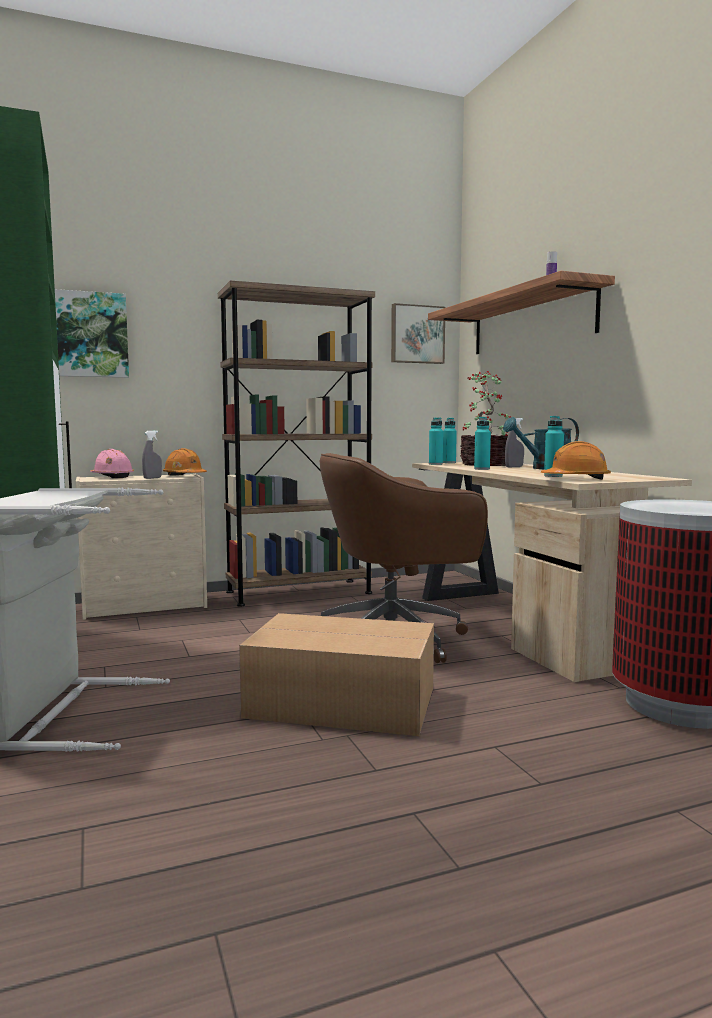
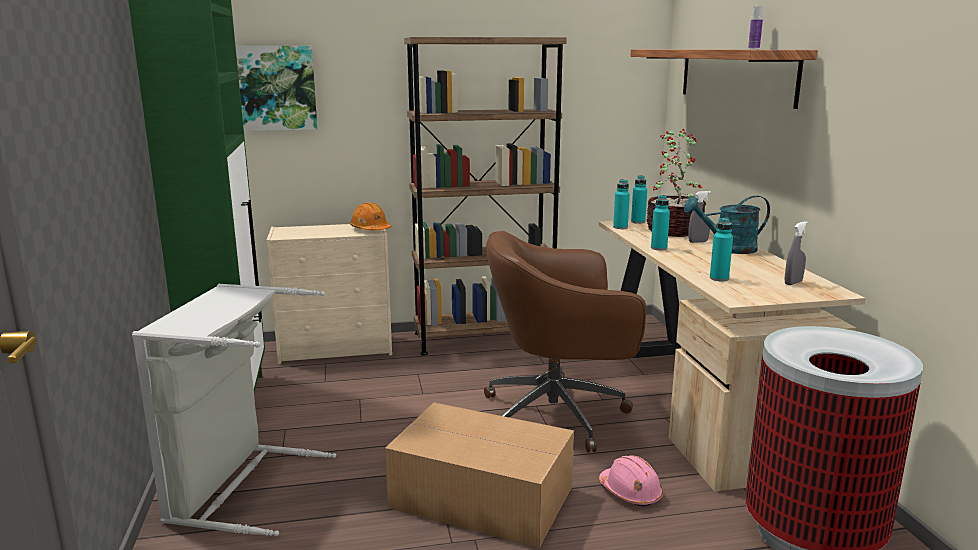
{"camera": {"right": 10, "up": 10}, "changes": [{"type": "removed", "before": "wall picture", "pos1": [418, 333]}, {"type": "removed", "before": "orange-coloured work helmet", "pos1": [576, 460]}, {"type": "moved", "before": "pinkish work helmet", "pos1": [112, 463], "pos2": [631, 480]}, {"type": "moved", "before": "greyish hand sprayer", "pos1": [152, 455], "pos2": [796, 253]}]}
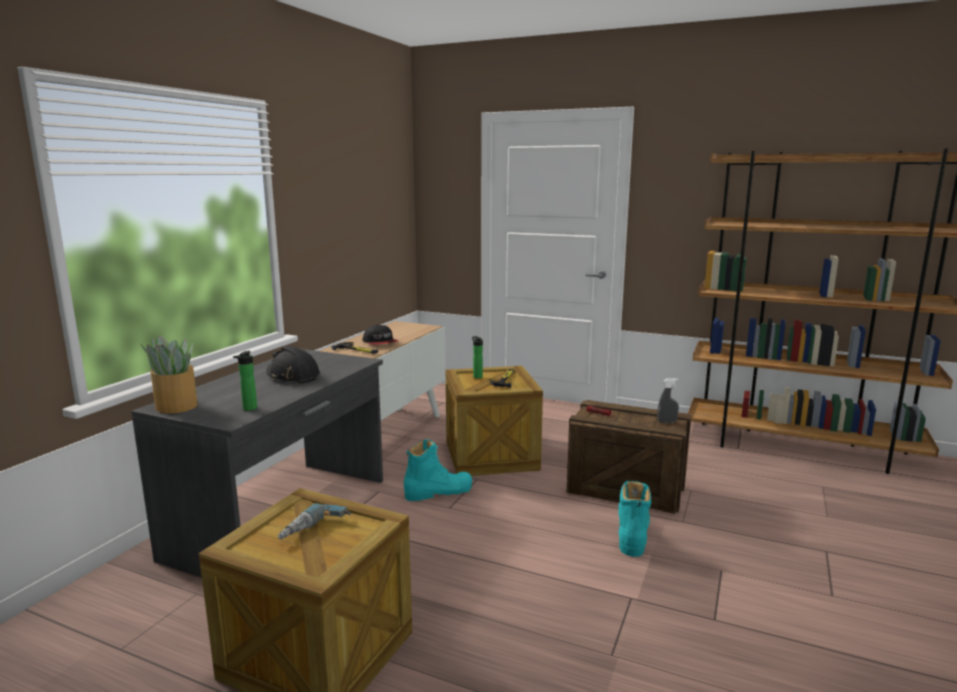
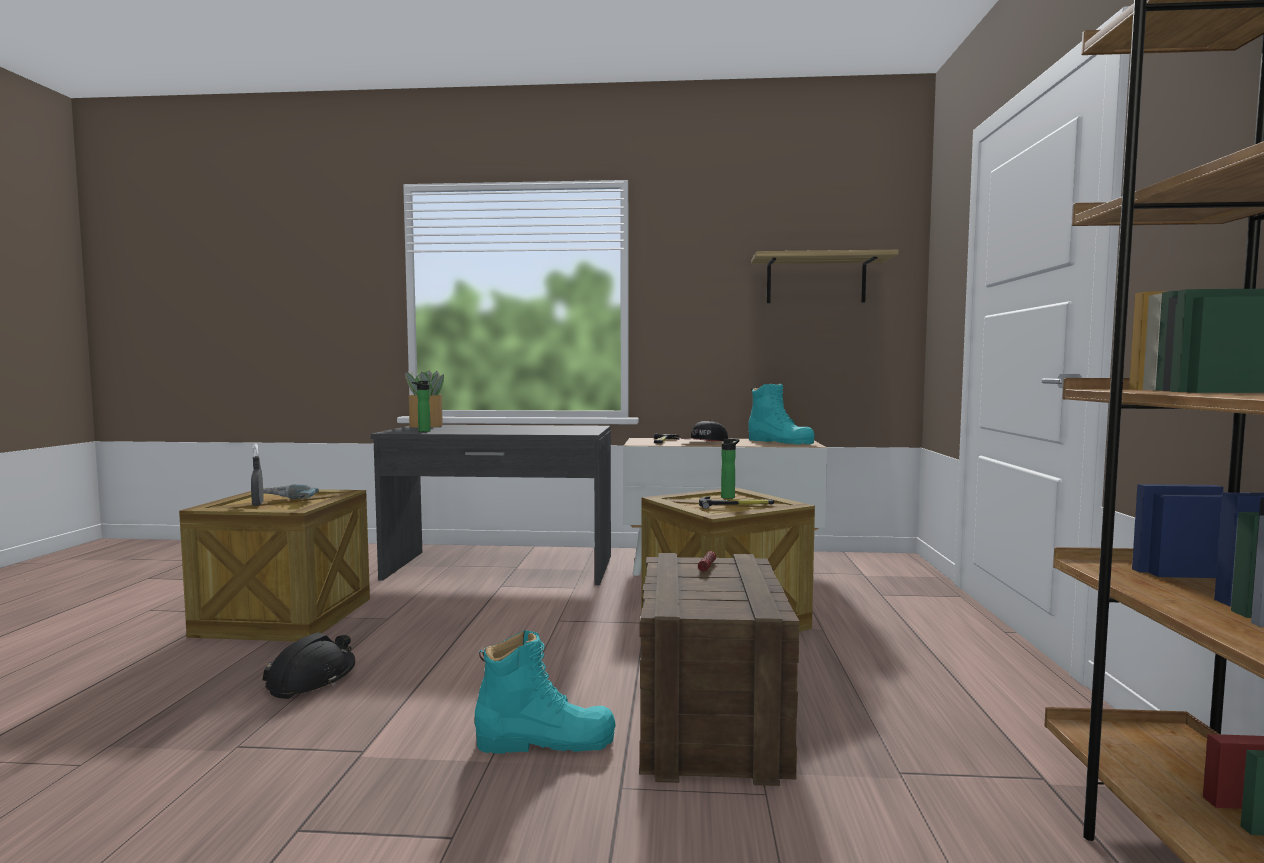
{"camera": {"right": 70, "up": -10}, "changes": [{"type": "added", "after": "wall shelf", "pos2": [825, 276]}, {"type": "moved", "before": "black-coloured work helmet", "pos1": [293, 365], "pos2": [308, 666]}, {"type": "moved", "before": "turquoise-coloured boot", "pos1": [438, 470], "pos2": [781, 414]}, {"type": "moved", "before": "greyish hand sprayer", "pos1": [668, 400], "pos2": [257, 475]}]}
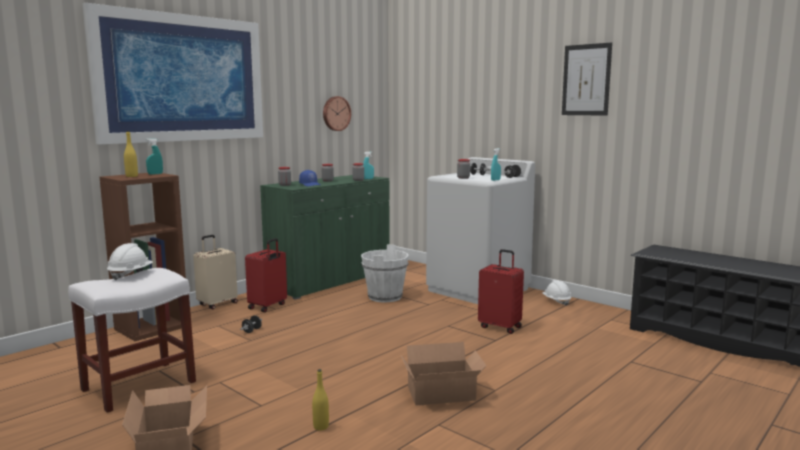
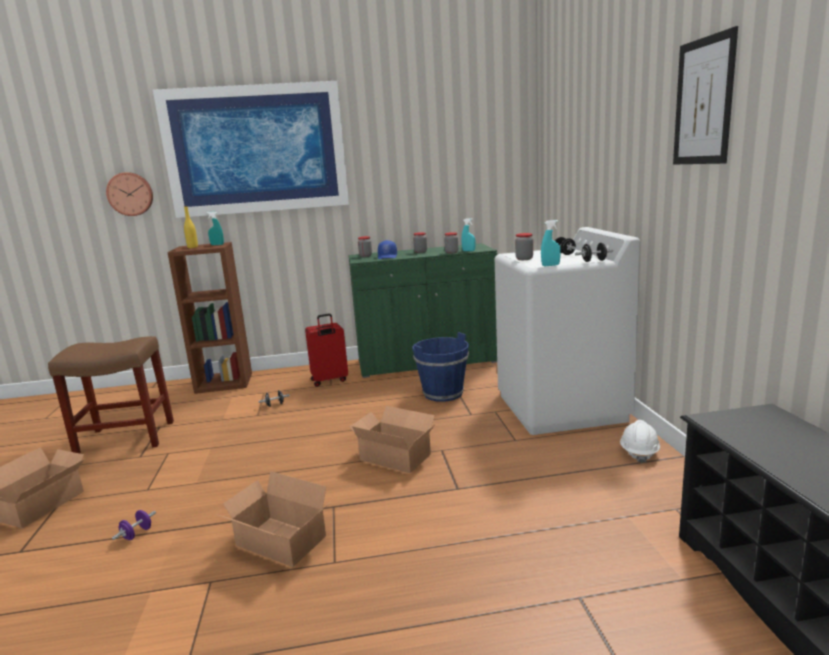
{"camera": {"right": 40, "up": 5}, "changes": [{"type": "removed", "before": "whitish work helmet", "pos1": [130, 261]}, {"type": "removed", "before": "beige piece of luggage", "pos1": [215, 272]}, {"type": "removed", "before": "red-coloured piece of luggage", "pos1": [501, 291]}, {"type": "added", "after": "packing box", "pos2": [392, 439]}, {"type": "moved", "before": "wall clock", "pos1": [337, 113], "pos2": [129, 194]}, {"type": "replaced", "before": "yellow-coloured bottle", "after": "purplish dumbbell", "pos1": [320, 400], "pos2": [134, 525]}, {"type": "recoloured", "before": "whitish sitting stool", "after": "brown-coloured sitting stool", "pos1": [132, 340], "pos2": [111, 395]}, {"type": "recoloured", "before": "whitish bucket", "after": "bluish bucket", "pos1": [385, 273], "pos2": [440, 367]}]}
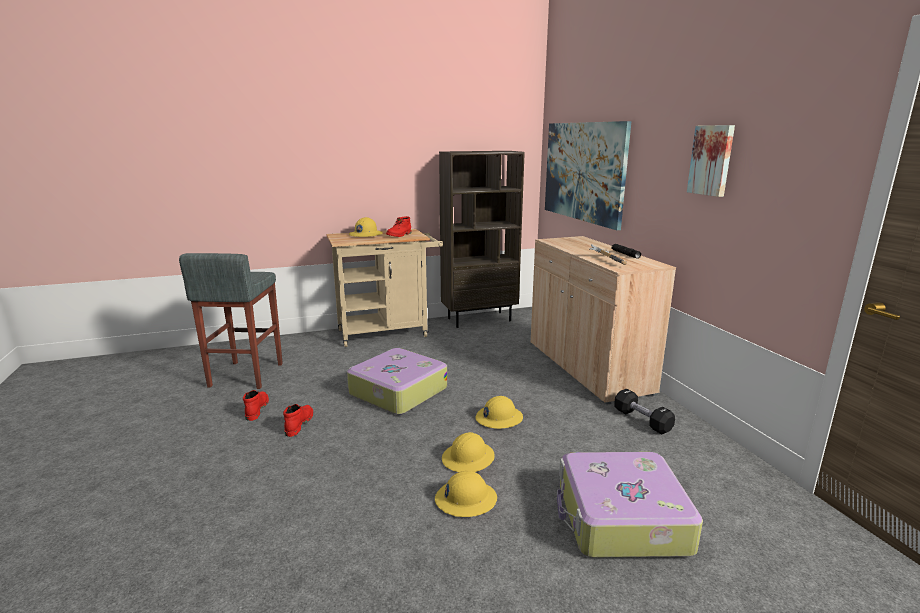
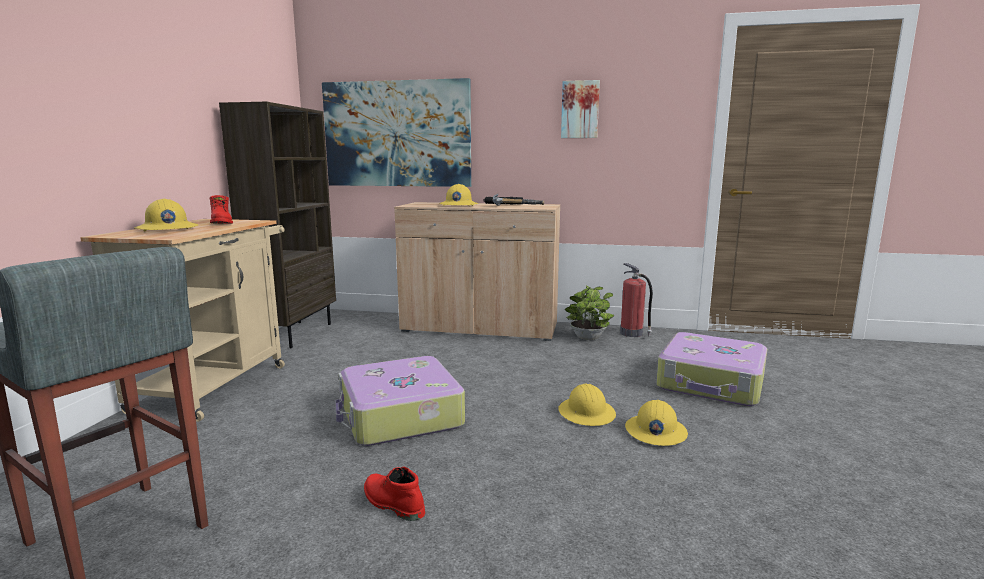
{"camera": {"right": -60, "up": -5}, "changes": [{"type": "removed", "before": "red-coloured boot", "pos1": [256, 405]}, {"type": "added", "after": "extinguisher", "pos2": [636, 300]}, {"type": "moved", "before": "yellow-coloured work helmet", "pos1": [499, 412], "pos2": [459, 195]}, {"type": "replaced", "before": "black-coloured dumbbell", "after": "potted plant", "pos1": [644, 411], "pos2": [589, 313]}]}
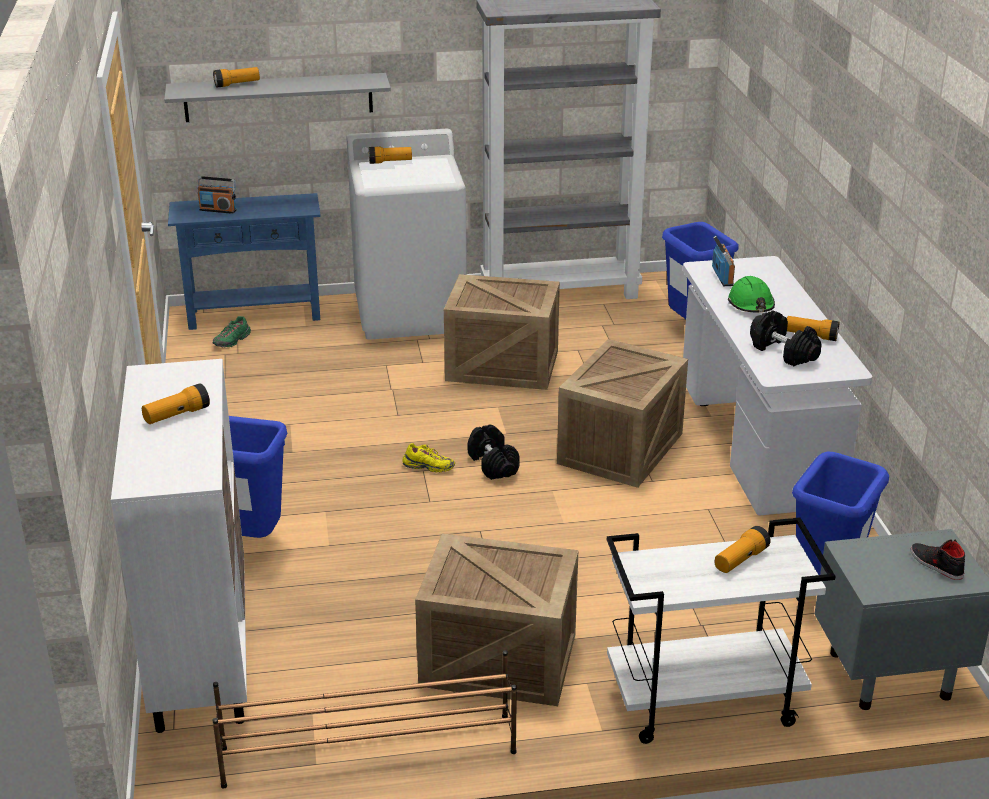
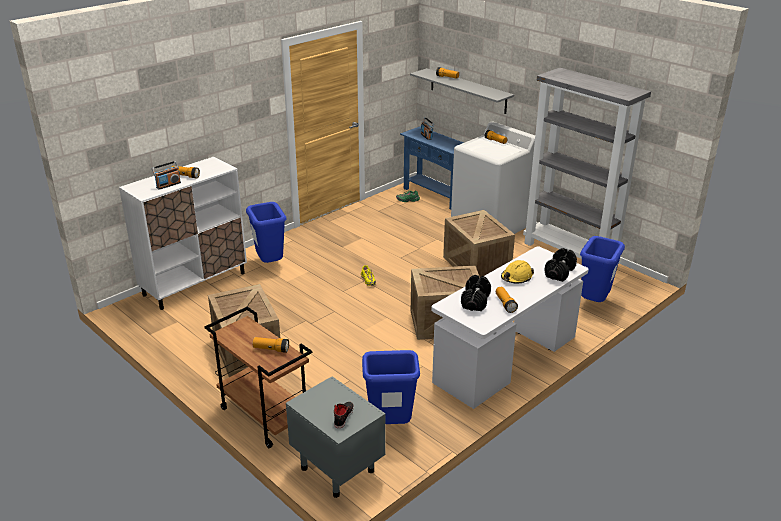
{"camera": {"right": 55, "up": 0}, "changes": [{"type": "removed", "before": "brown-coloured shoe stand", "pos1": [365, 719]}, {"type": "moved", "before": "black-coloured dumbbell", "pos1": [494, 452], "pos2": [560, 265]}, {"type": "moved", "before": "radio set", "pos1": [723, 261], "pos2": [166, 175]}, {"type": "recoloured", "before": "whitish wheeled cart", "after": "brown-coloured wheeled cart", "pos1": [721, 630], "pos2": [258, 377]}, {"type": "recoloured", "before": "greenish work helmet", "after": "yellow-coloured work helmet", "pos1": [751, 294], "pos2": [517, 272]}]}
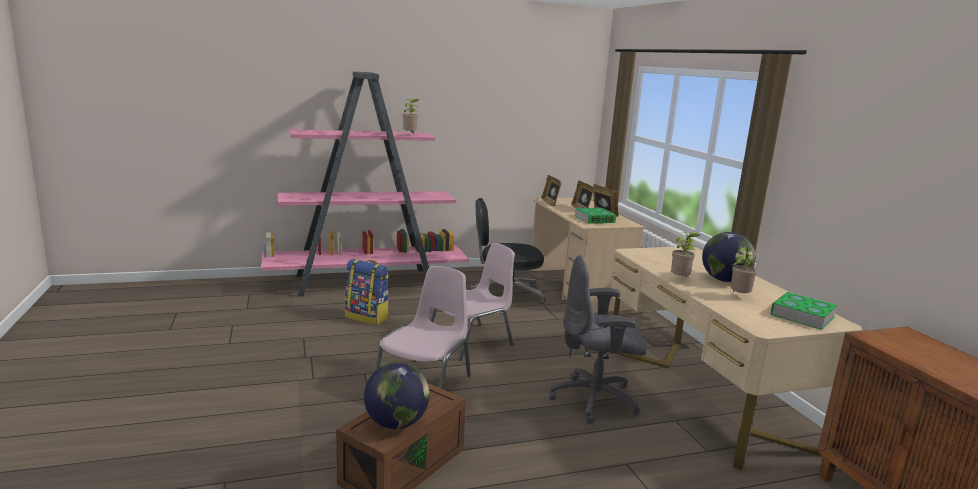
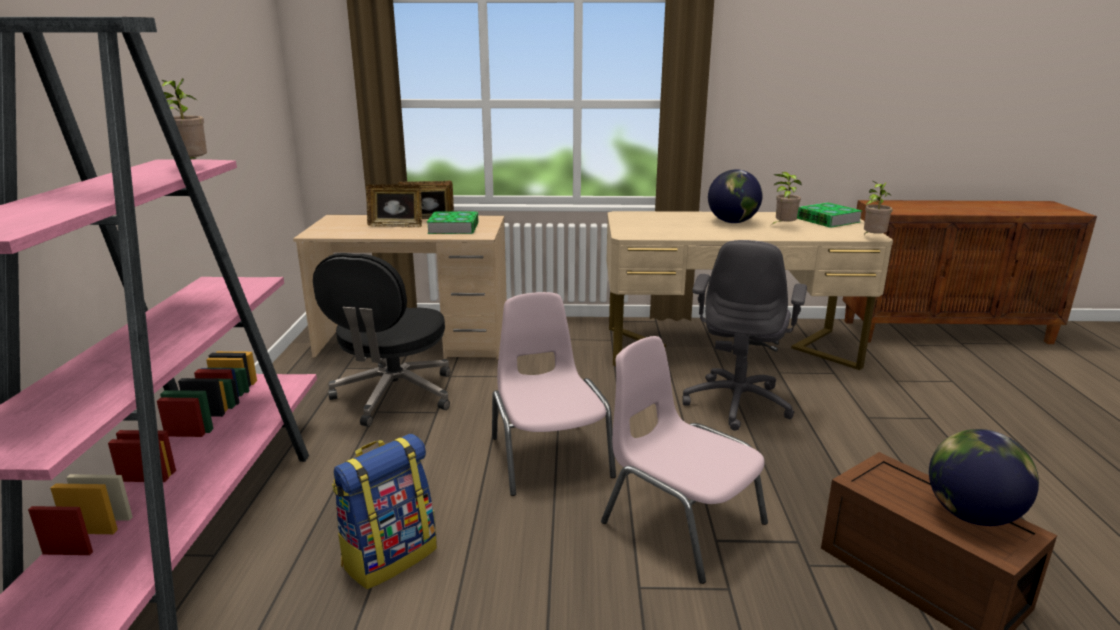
{"camera": {"right": -70, "up": 5}, "changes": [{"type": "removed", "before": "photo frame", "pos1": [551, 190]}, {"type": "moved", "before": "potted plant", "pos1": [685, 254], "pos2": [878, 208]}]}
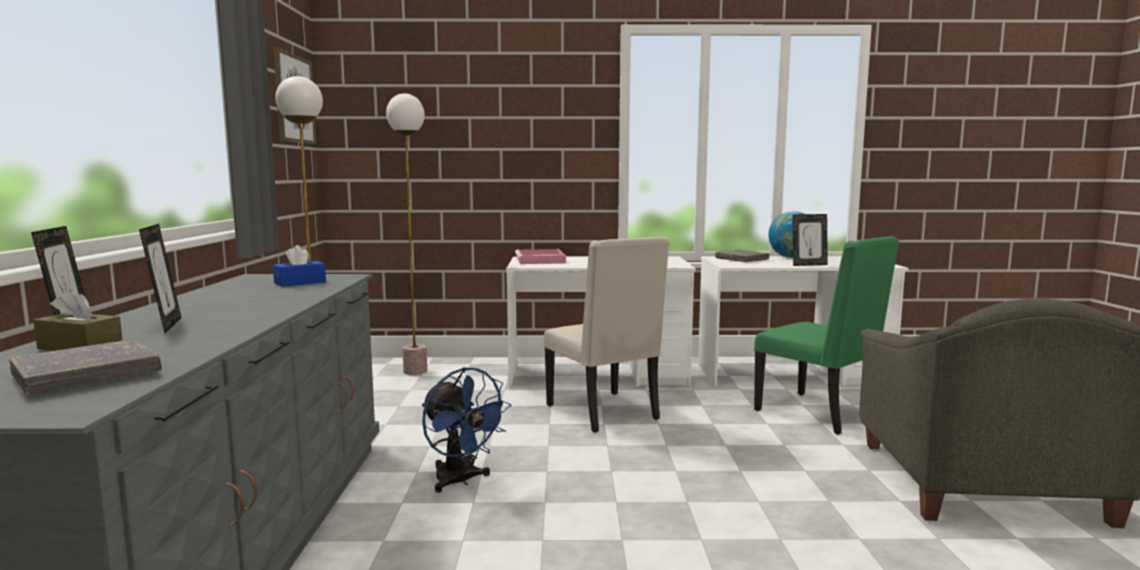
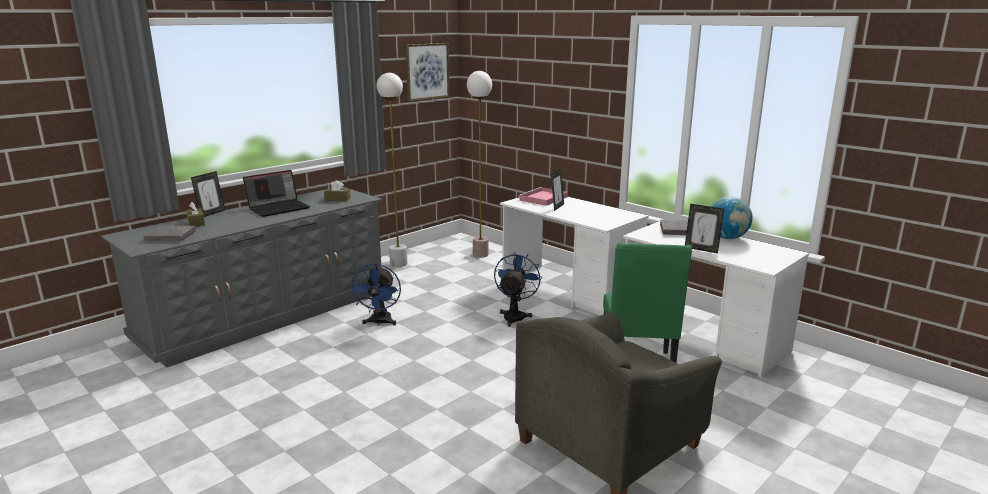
{"camera": {"right": 45, "up": 10}, "changes": [{"type": "added", "after": "portable computer", "pos2": [276, 193]}, {"type": "moved", "before": "photo frame", "pos1": [160, 278], "pos2": [557, 190]}, {"type": "replaced", "before": "beige plain chair", "after": "bluish electric fan", "pos1": [606, 335], "pos2": [518, 289]}, {"type": "recoloured", "before": "bluish tissue holder", "after": "brown-coloured tissue holder", "pos1": [299, 266], "pos2": [337, 190]}]}
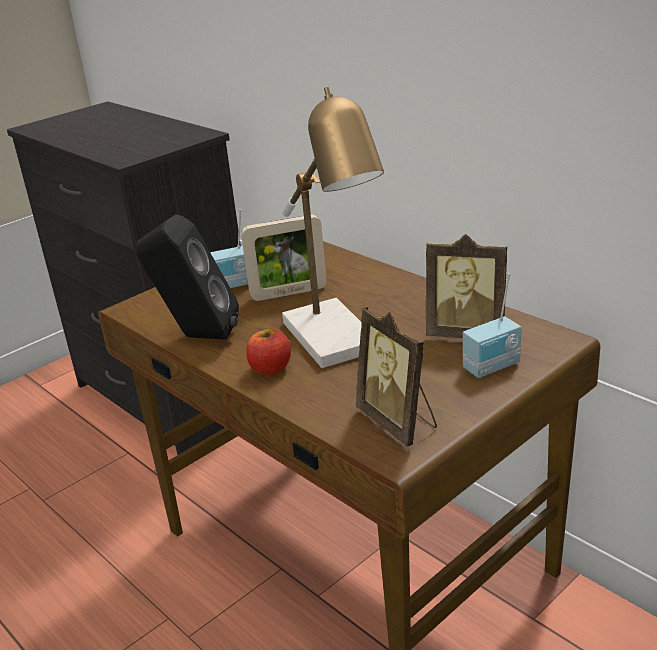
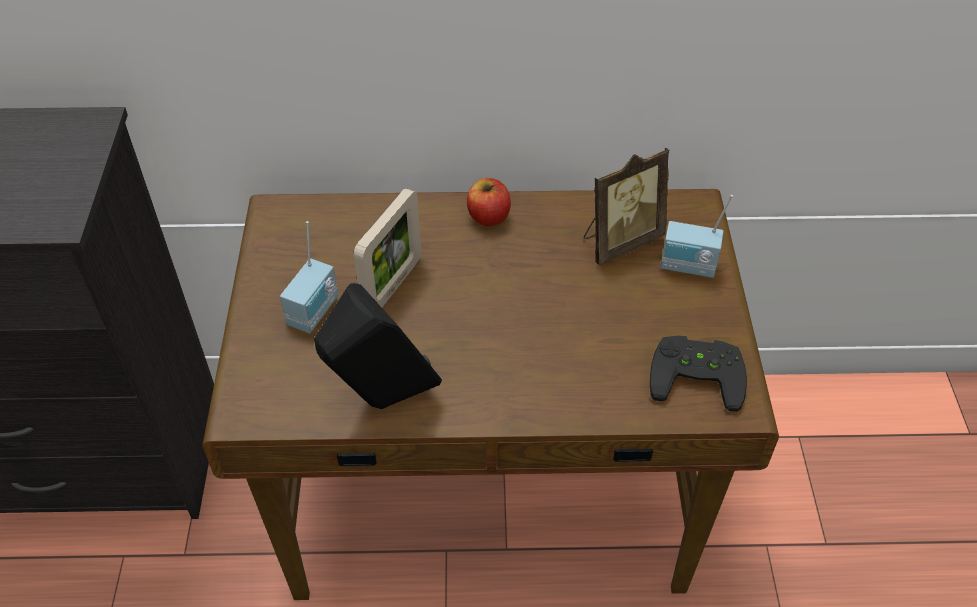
{"camera": {"right": -50, "up": 20}, "changes": [{"type": "removed", "before": "lamp for a table", "pos1": [333, 227]}, {"type": "moved", "before": "apple", "pos1": [268, 352], "pos2": [489, 202]}, {"type": "replaced", "before": "photo frame", "after": "black-coloured game controller", "pos1": [396, 377], "pos2": [698, 374]}, {"type": "turned", "before": "radio set", "pos1": [492, 325], "pos2": [696, 236], "turn": 90}]}
